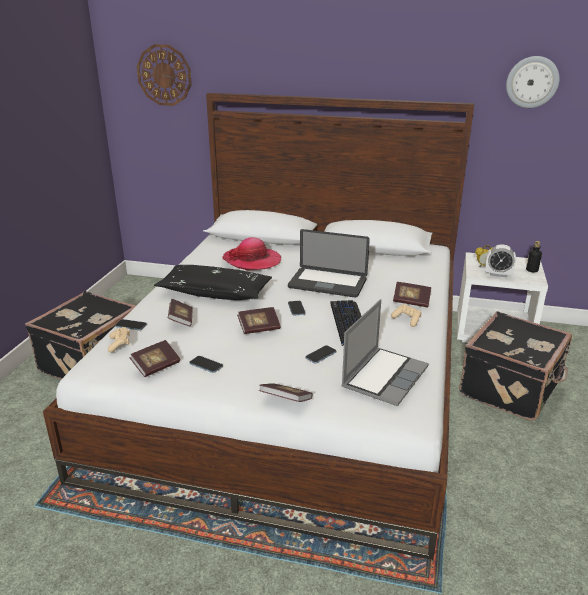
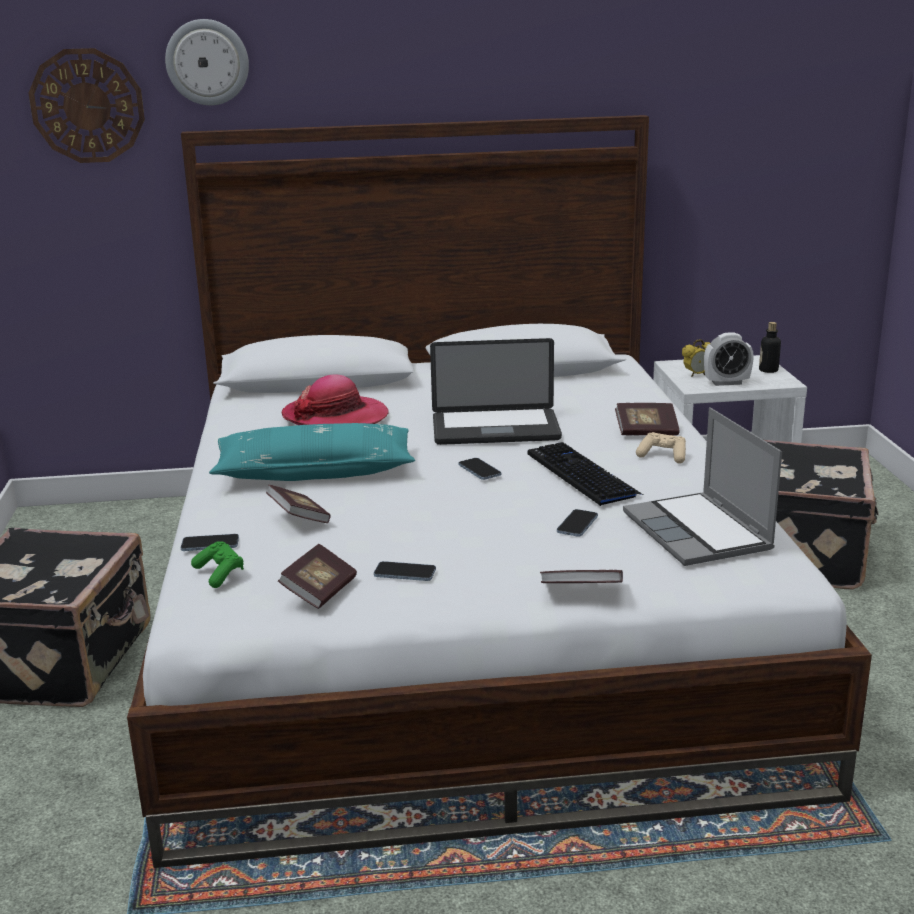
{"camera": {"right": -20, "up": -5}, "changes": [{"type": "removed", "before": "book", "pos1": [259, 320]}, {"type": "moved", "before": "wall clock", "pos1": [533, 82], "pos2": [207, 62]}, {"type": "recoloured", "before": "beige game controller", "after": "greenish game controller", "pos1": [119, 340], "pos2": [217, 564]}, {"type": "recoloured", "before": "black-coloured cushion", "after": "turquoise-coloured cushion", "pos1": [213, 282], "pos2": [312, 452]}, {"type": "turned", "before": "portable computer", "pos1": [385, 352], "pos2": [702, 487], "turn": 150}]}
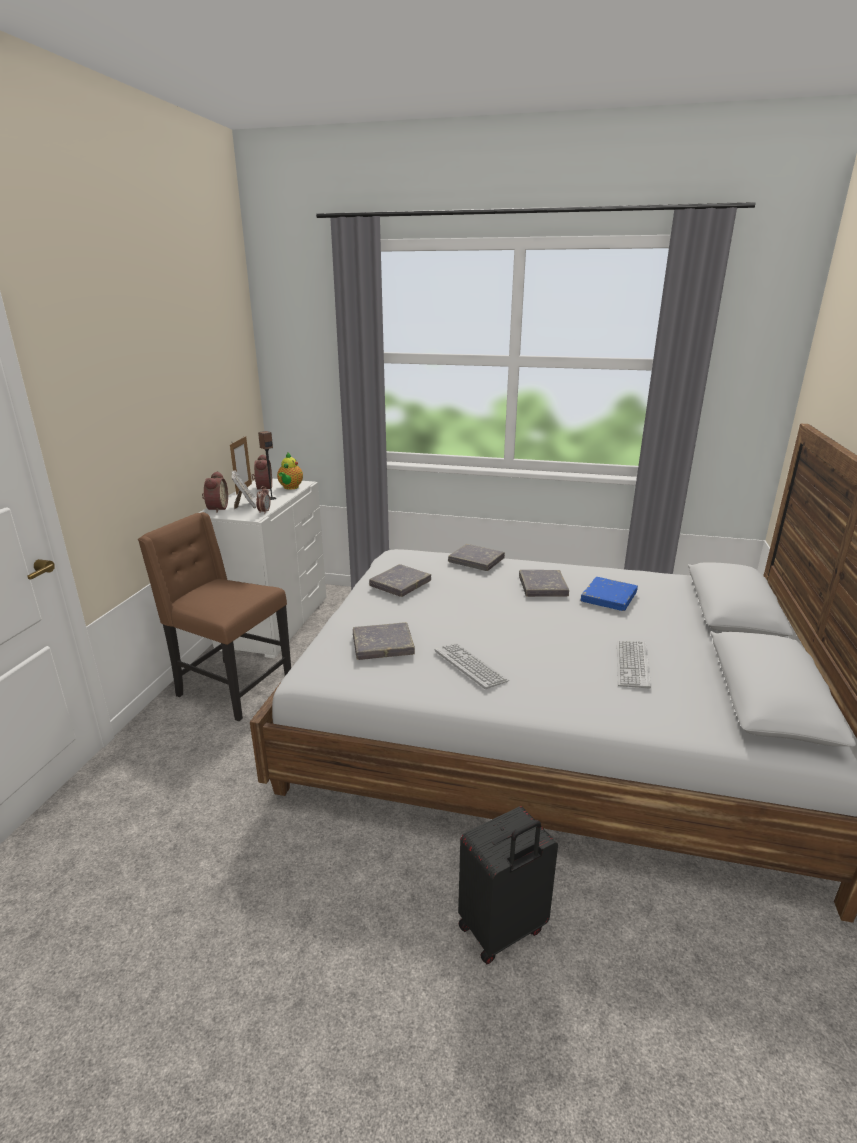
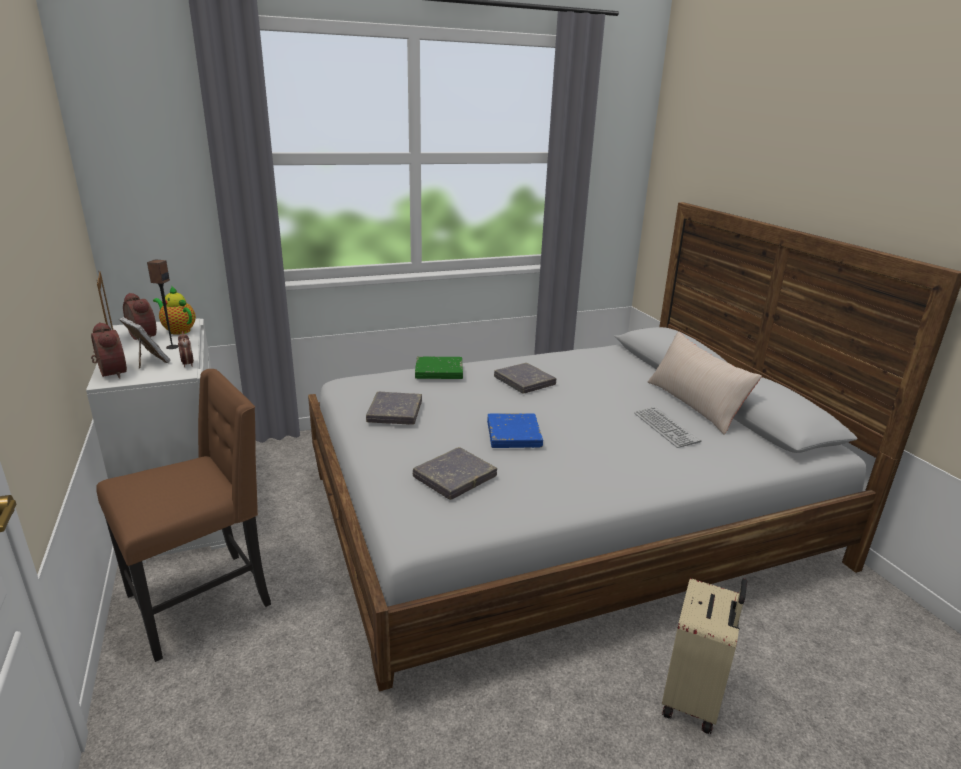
{"camera": {"right": -35, "up": 0}, "changes": [{"type": "removed", "before": "computer keyboard", "pos1": [472, 666]}, {"type": "added", "after": "beige cushion", "pos2": [705, 383]}, {"type": "moved", "before": "bluish book", "pos1": [609, 594], "pos2": [515, 430]}, {"type": "recoloured", "before": "greyish book", "after": "greenish book", "pos1": [476, 557], "pos2": [439, 367]}, {"type": "recoloured", "before": "black-coloured piece of luggage", "after": "beige piece of luggage", "pos1": [508, 885], "pos2": [704, 656]}, {"type": "turned", "before": "brown-coloured plain chair", "pos1": [214, 616], "pos2": [183, 515], "turn": 150}, {"type": "turned", "before": "tea pot", "pos1": [290, 471], "pos2": [174, 310], "turn": 150}]}
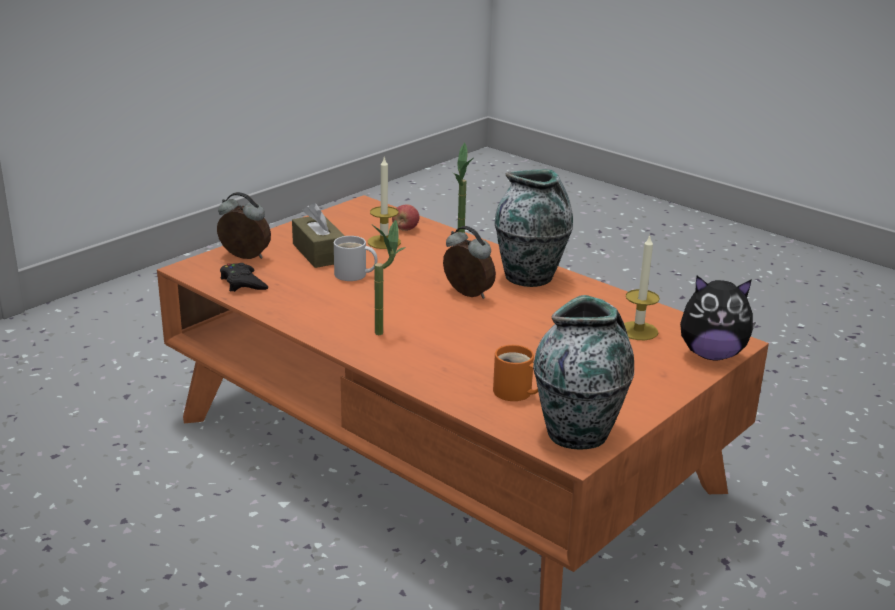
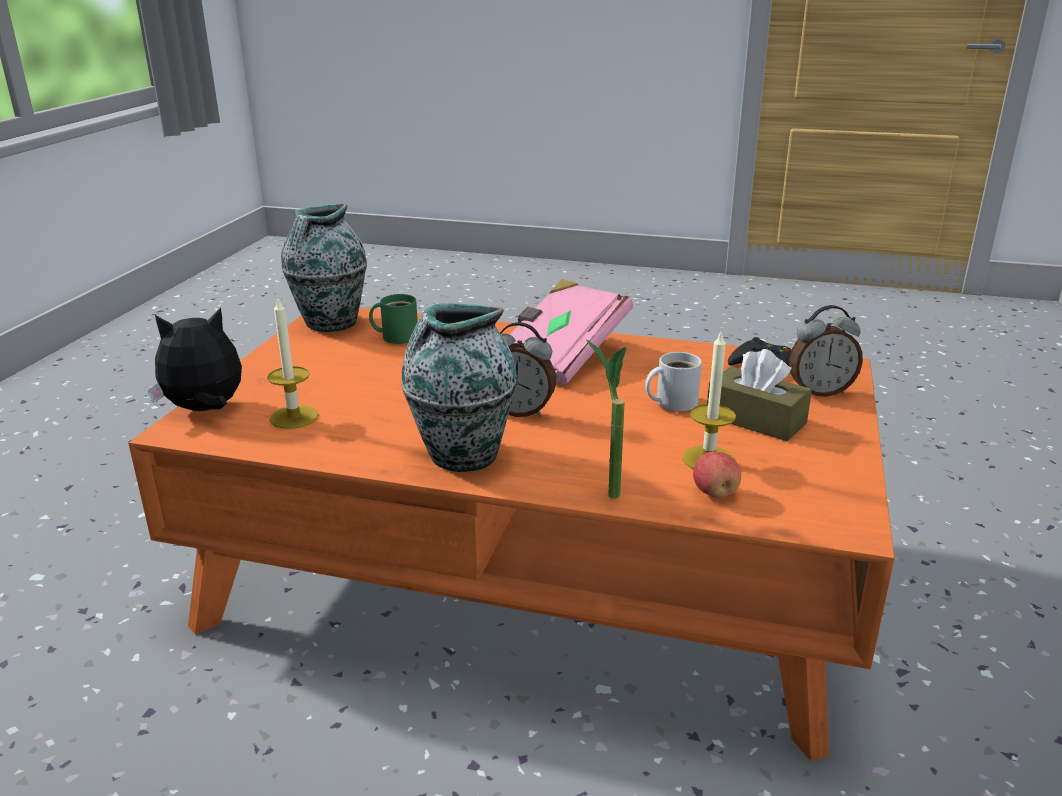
{"camera": {"right": 155, "up": 0}, "changes": [{"type": "replaced", "before": "potted plant", "after": "pinkish book", "pos1": [389, 277], "pos2": [571, 332]}, {"type": "recoloured", "before": "orange-coloured coffee mug", "after": "greenish coffee mug", "pos1": [515, 373], "pos2": [393, 319]}]}
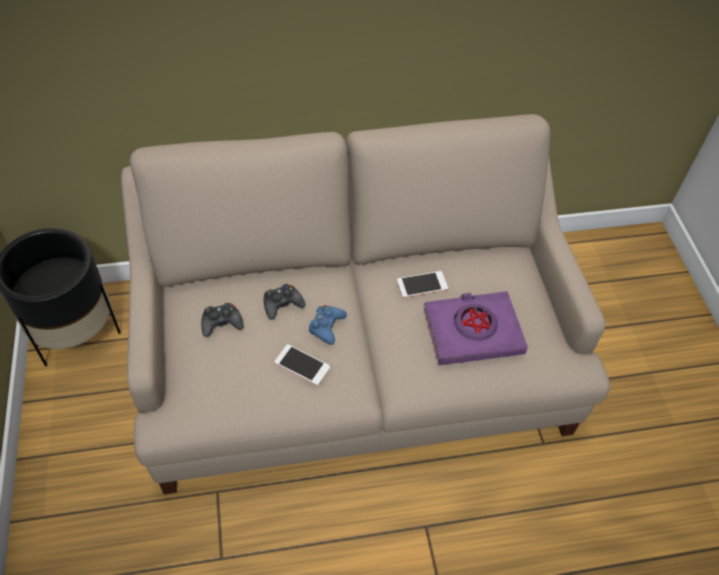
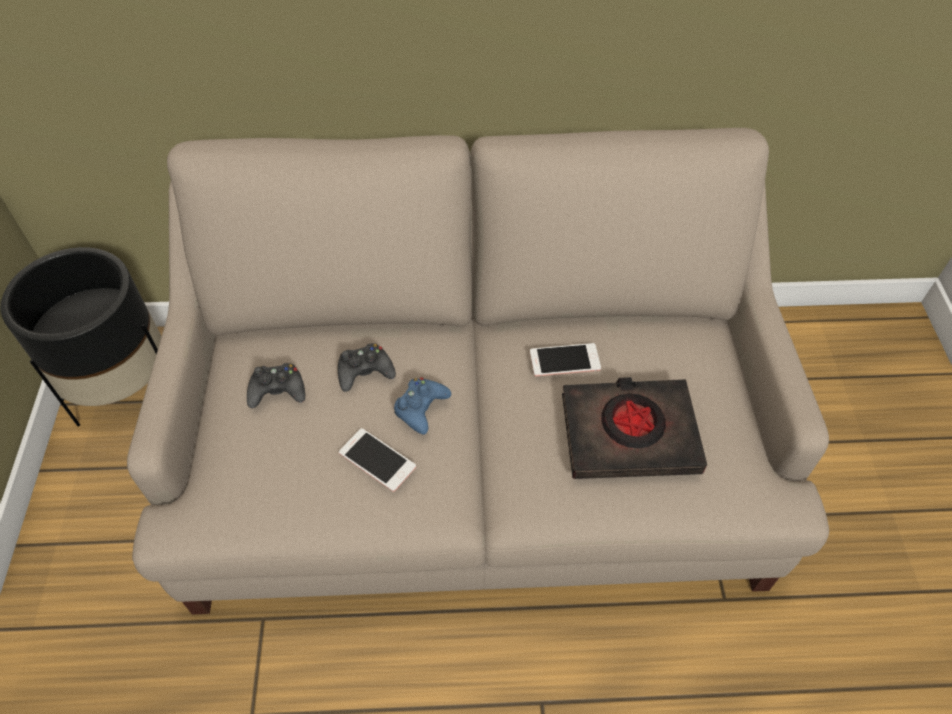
{"camera": {"right": 10, "up": 0}, "changes": [{"type": "recoloured", "before": "purplish book", "after": "black-coloured book", "pos1": [476, 328], "pos2": [634, 428]}]}
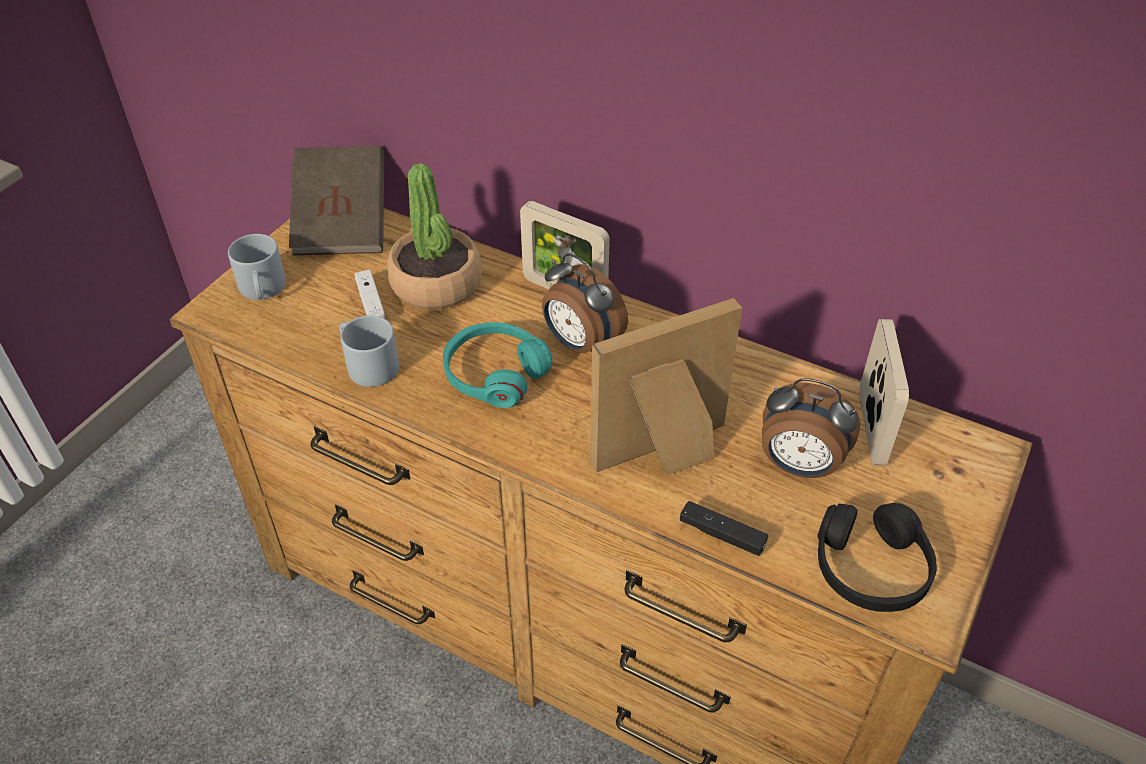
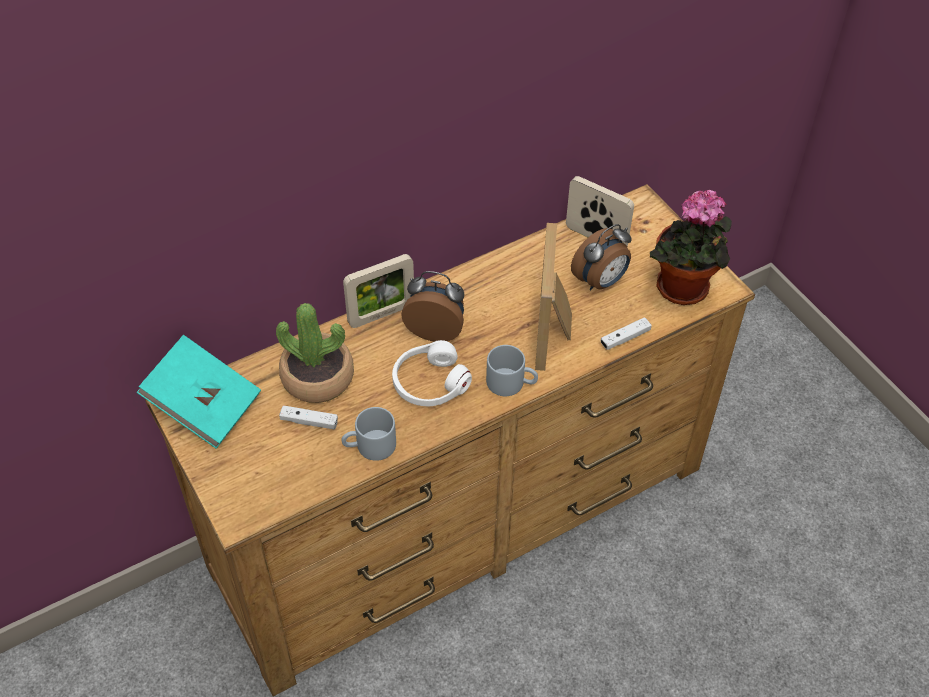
{"camera": {"right": -60, "up": 5}, "changes": [{"type": "moved", "before": "greyish coffee mug", "pos1": [257, 267], "pos2": [512, 370]}, {"type": "replaced", "before": "black-coloured headset", "after": "potted plant", "pos1": [877, 557], "pos2": [691, 247]}, {"type": "recoloured", "before": "brown-coloured book", "after": "turquoise-coloured book", "pos1": [336, 200], "pos2": [199, 392]}, {"type": "recoloured", "before": "turquoise-coloured headset", "after": "whitish headset", "pos1": [497, 365], "pos2": [432, 373]}, {"type": "recoloured", "before": "black-coloured game controller", "after": "whitish game controller", "pos1": [724, 528], "pos2": [626, 333]}, {"type": "turned", "before": "bedside clock", "pos1": [585, 303], "pos2": [432, 306], "turn": -150}]}
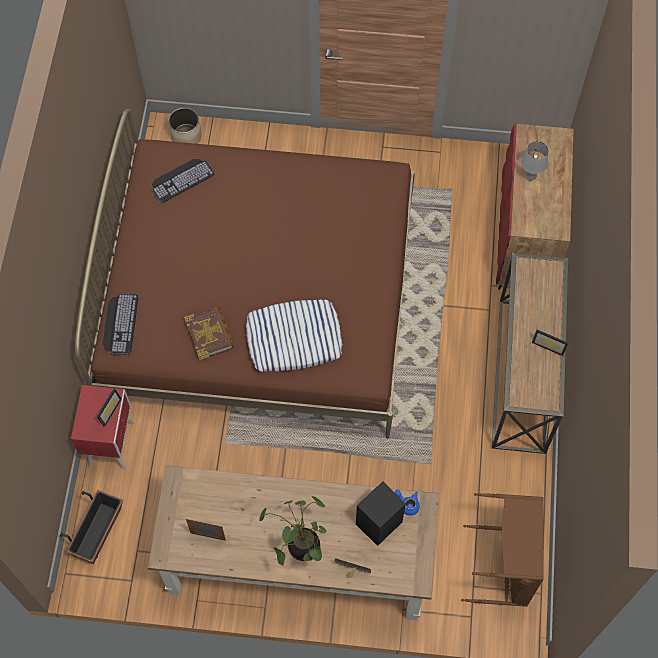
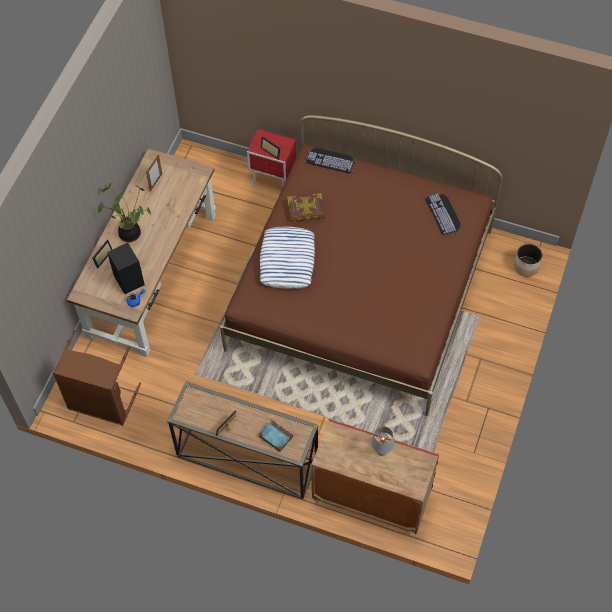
{"camera": {"right": 105, "up": -5}, "changes": [{"type": "removed", "before": "plant pot", "pos1": [91, 527]}, {"type": "added", "after": "book", "pos2": [276, 436]}]}
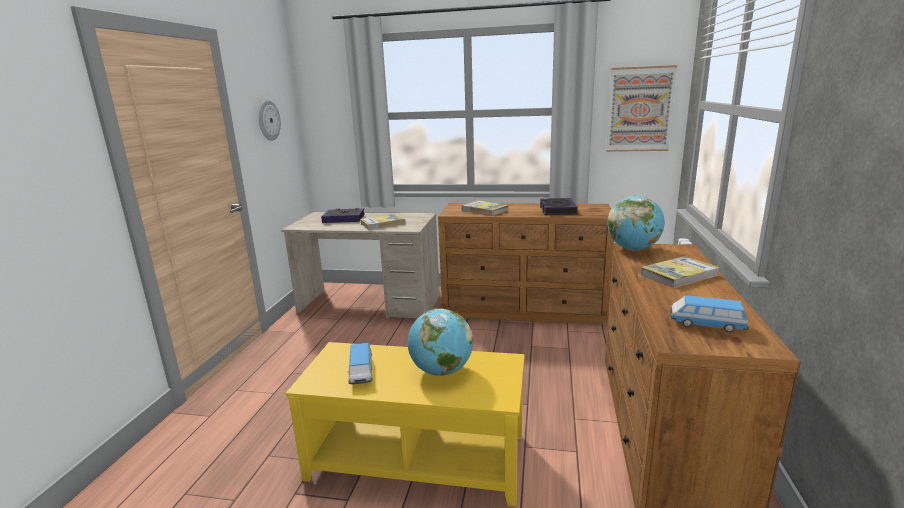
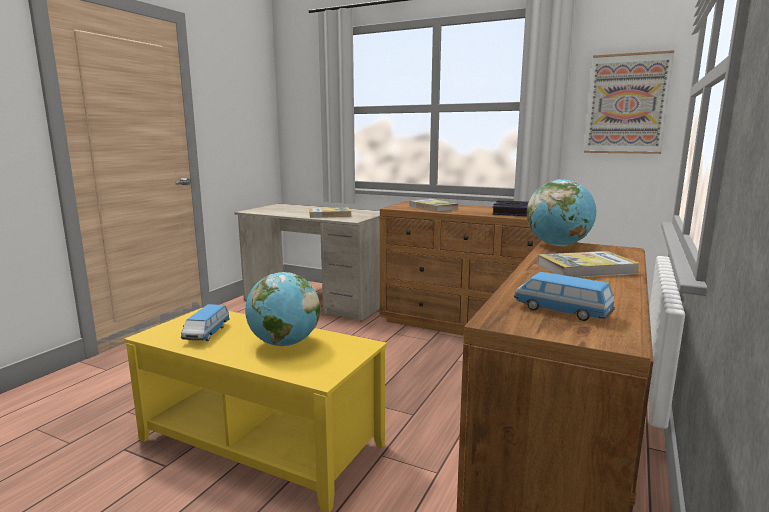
{"camera": {"right": 15, "up": -5}, "changes": [{"type": "removed", "before": "wall clock", "pos1": [270, 120]}, {"type": "removed", "before": "book", "pos1": [343, 215]}]}
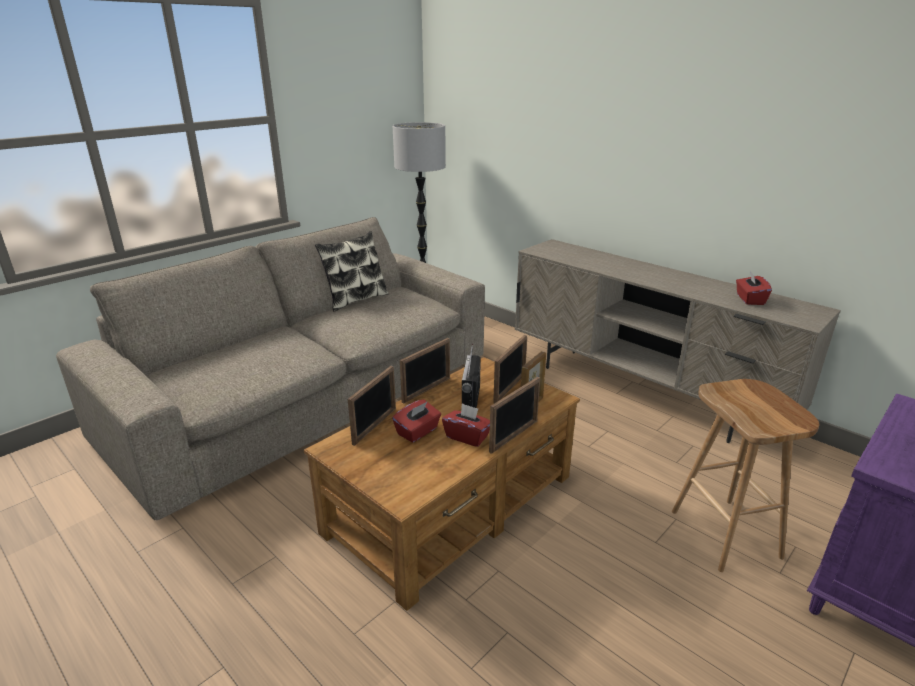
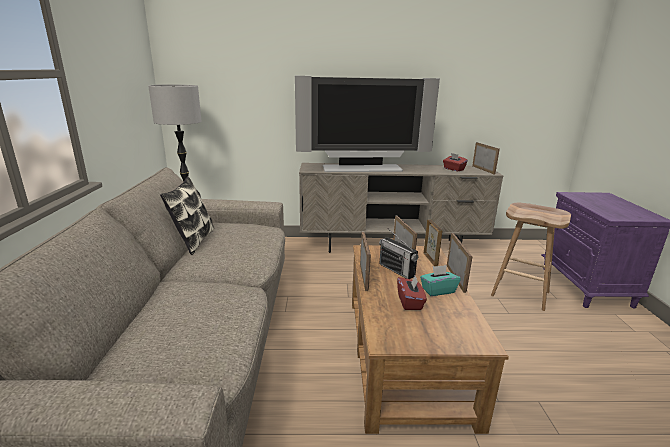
{"camera": {"right": -45, "up": -5}, "changes": [{"type": "added", "after": "TV set", "pos2": [367, 124]}, {"type": "moved", "before": "photo frame", "pos1": [372, 406], "pos2": [486, 158]}, {"type": "recoloured", "before": "red-coloured tissue holder", "after": "turquoise-coloured tissue holder", "pos1": [466, 425], "pos2": [440, 280]}]}
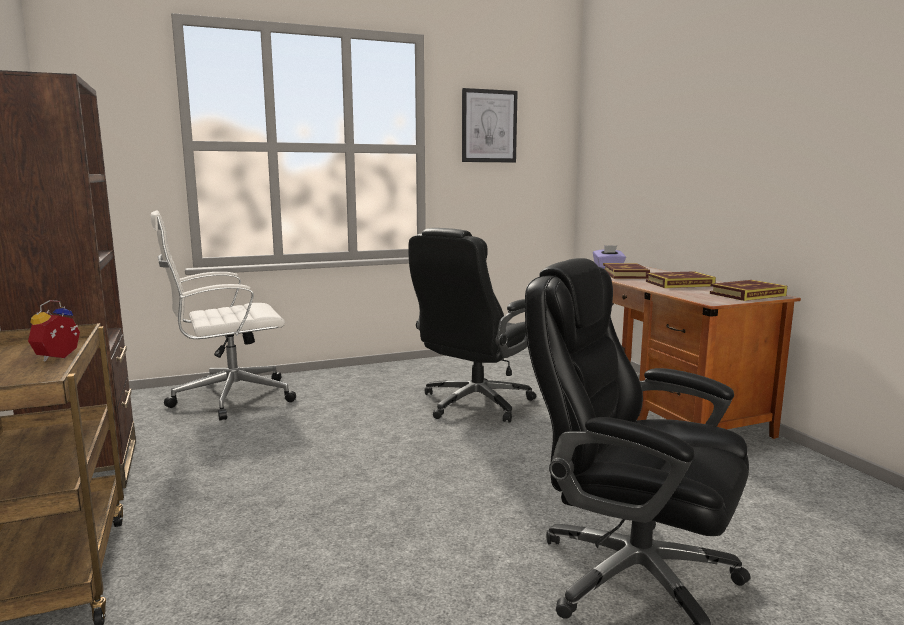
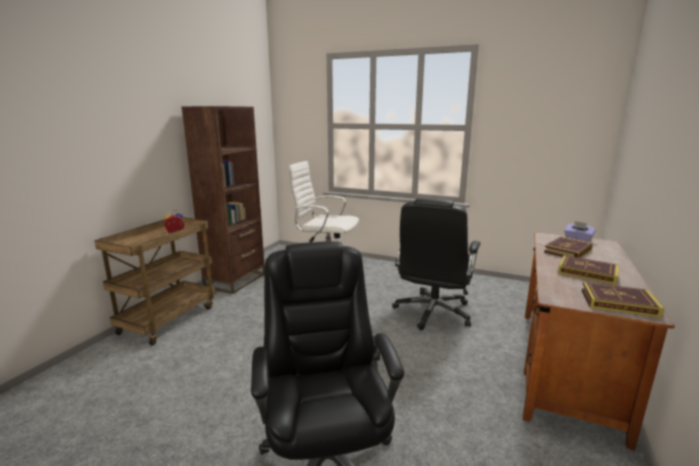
{"camera": {"right": 45, "up": 5}, "changes": [{"type": "removed", "before": "wall picture", "pos1": [490, 125]}, {"type": "turned", "before": "black-coloured computer chair", "pos1": [472, 325], "pos2": [436, 264], "turn": -60}]}
